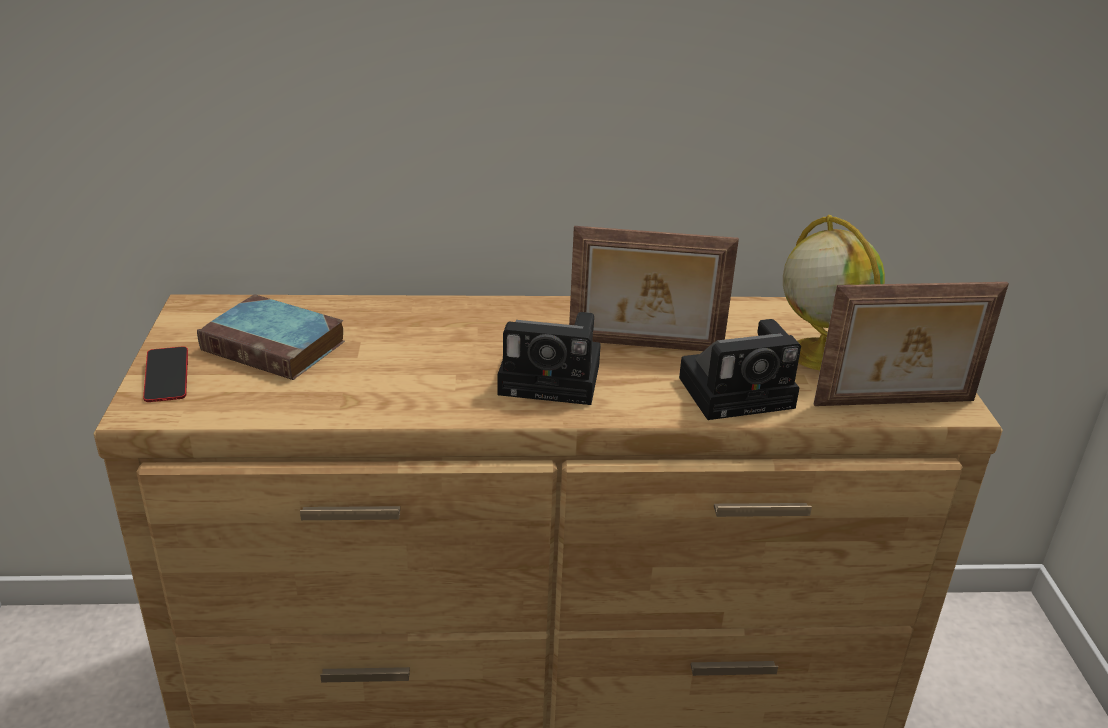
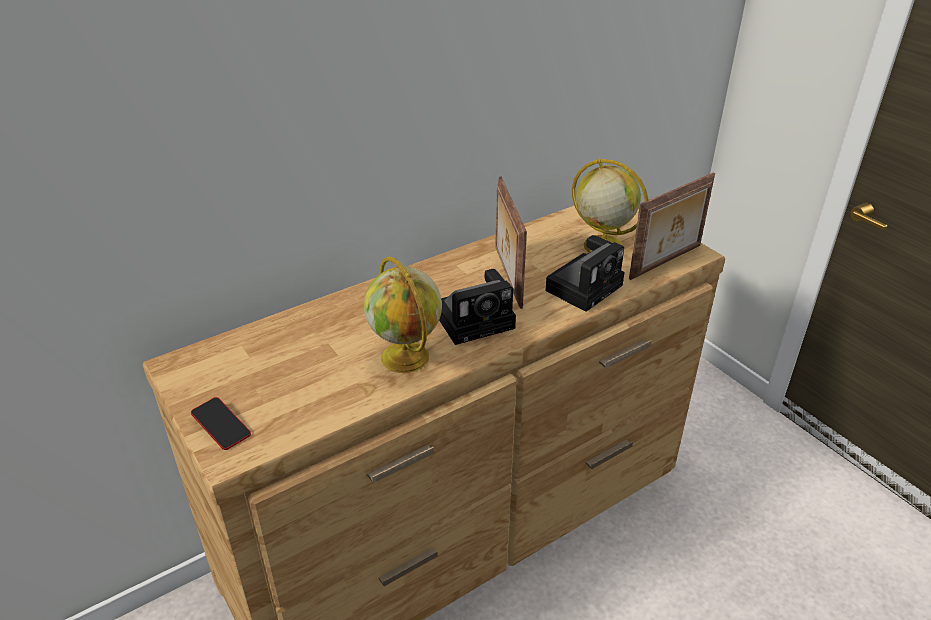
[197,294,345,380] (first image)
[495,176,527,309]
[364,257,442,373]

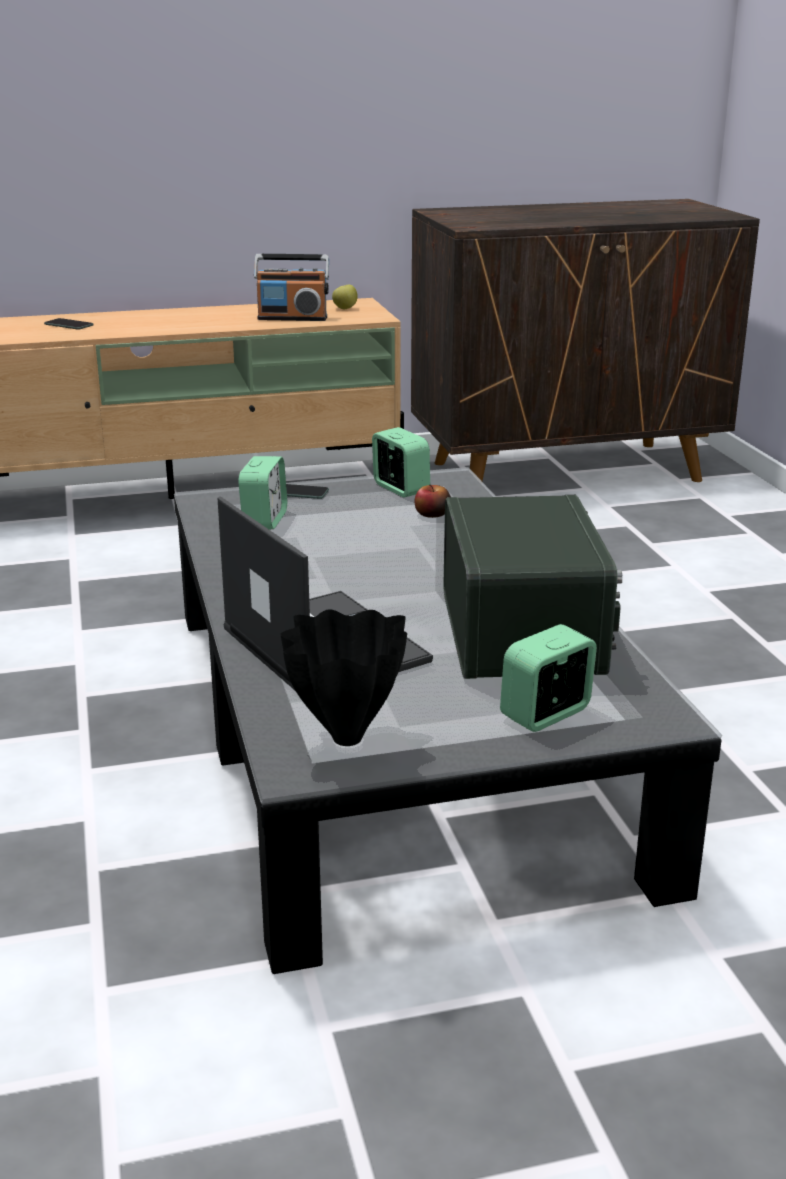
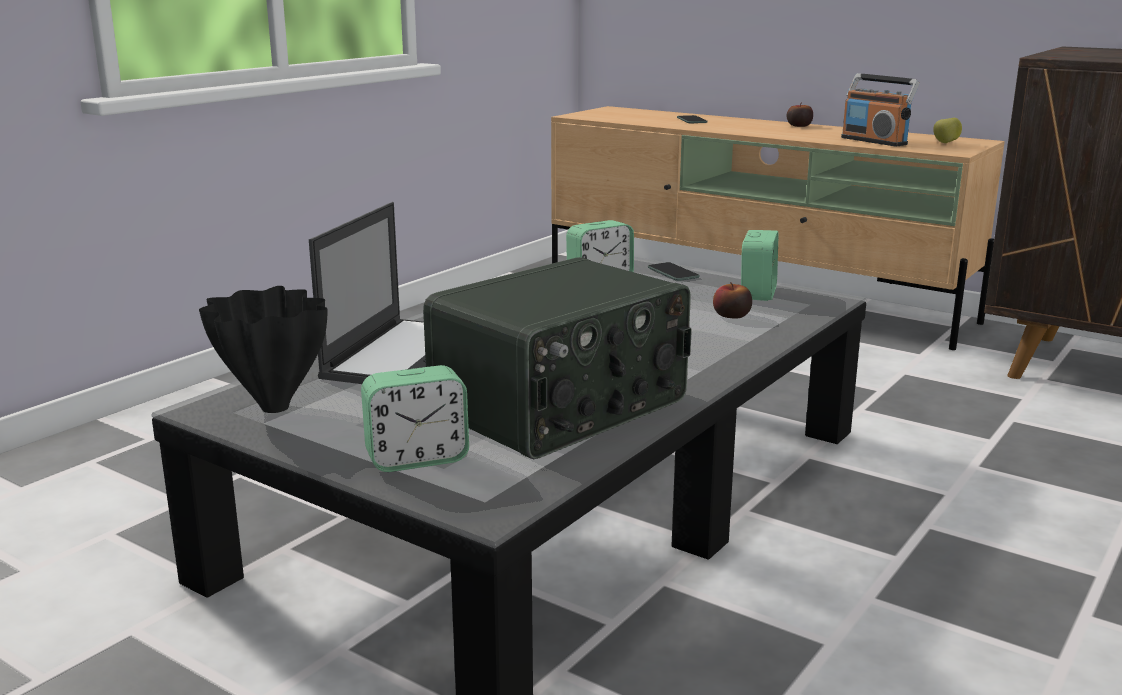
[361,365,469,472]
[786,102,813,127]

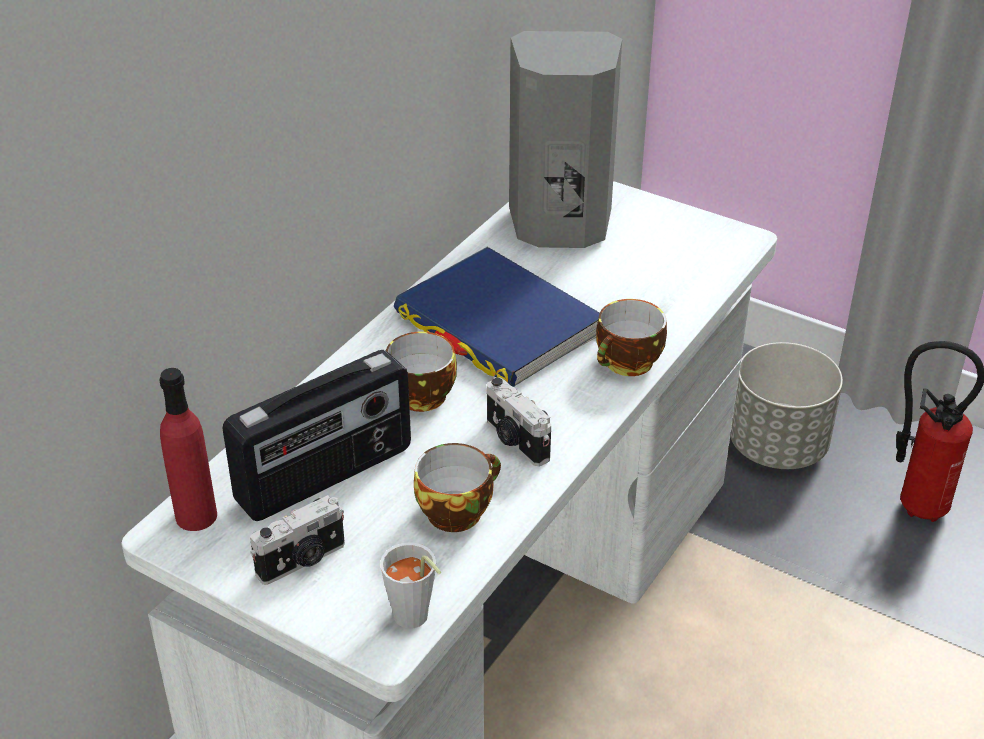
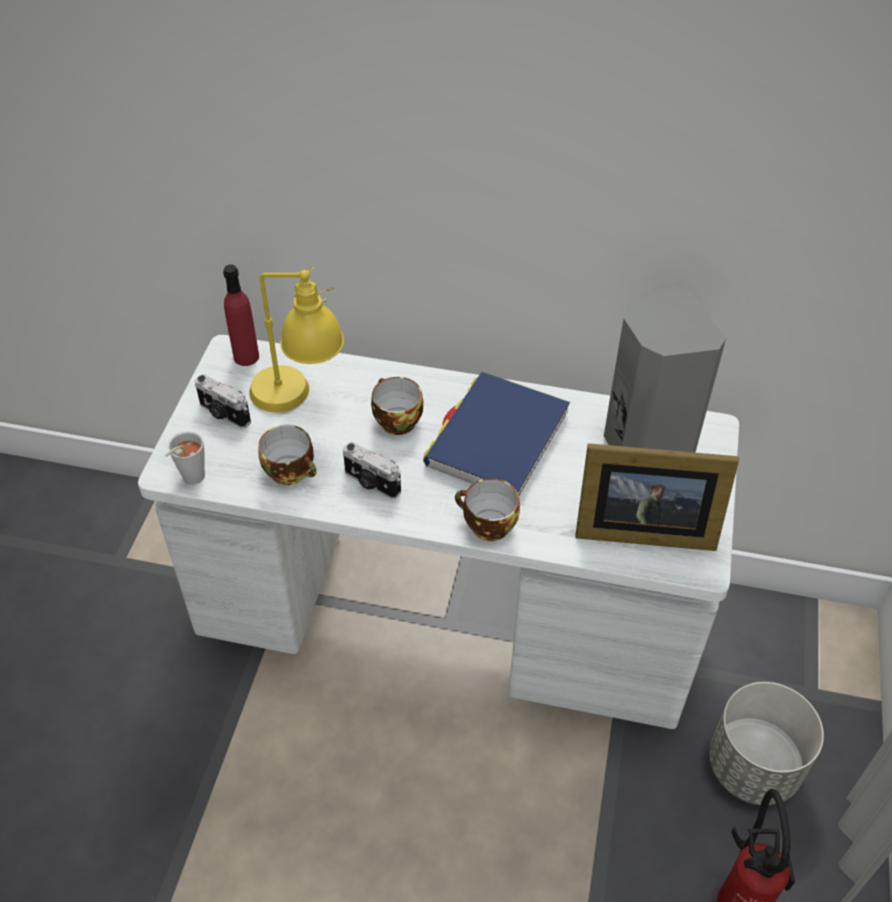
[249,267,344,412]
[343,442,401,499]
[575,443,739,551]

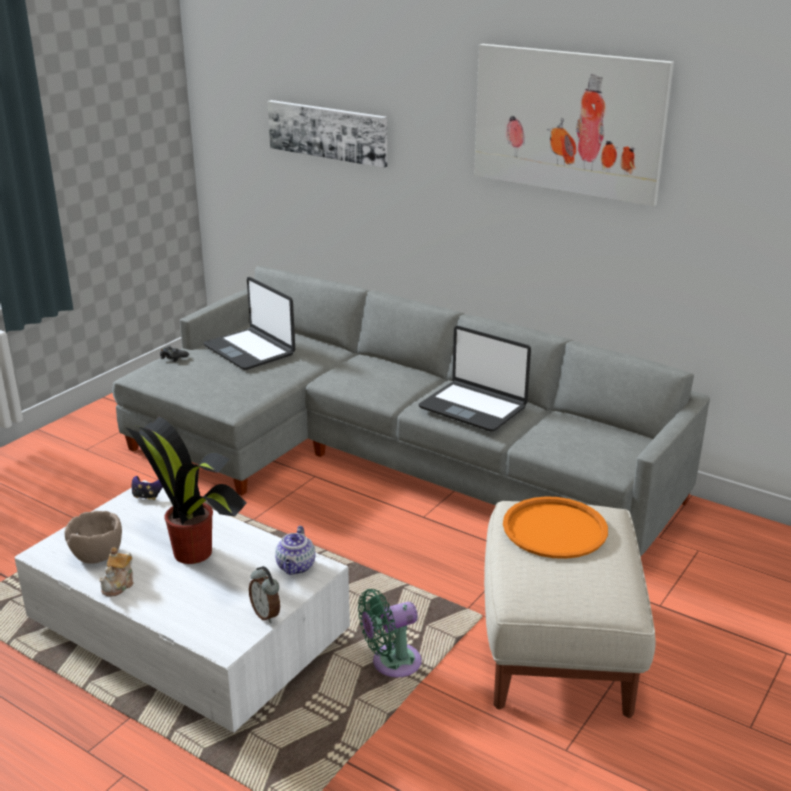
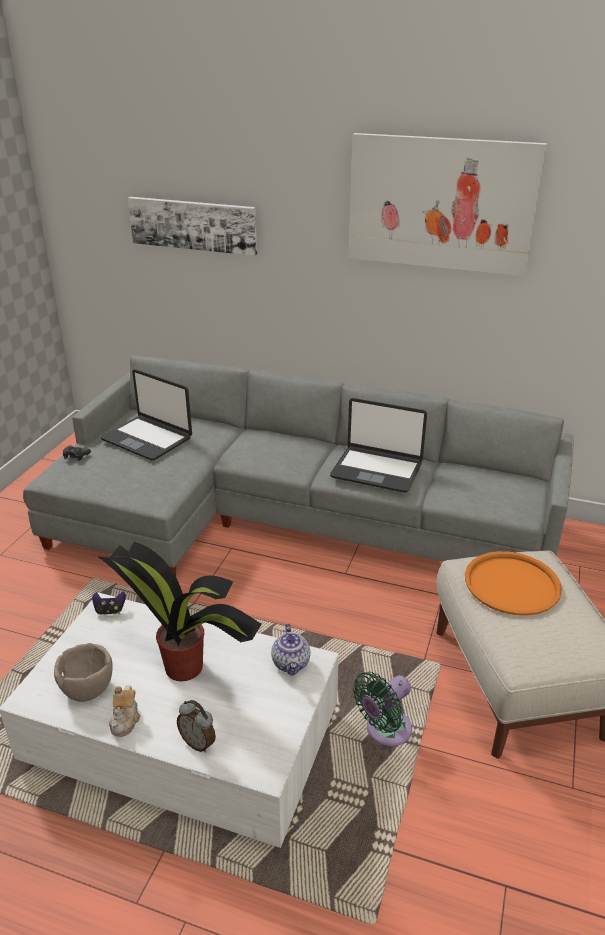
[177,700,216,752]

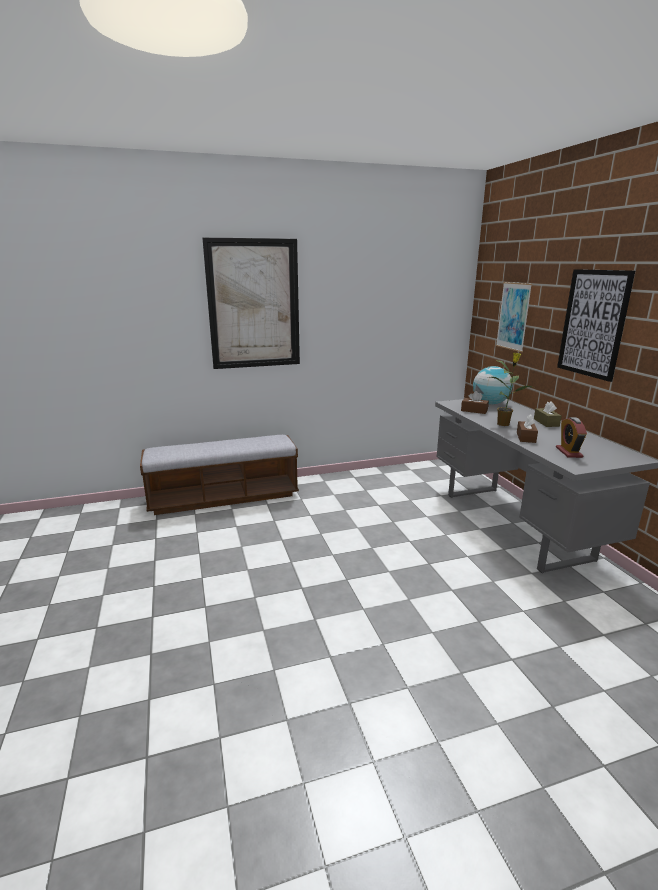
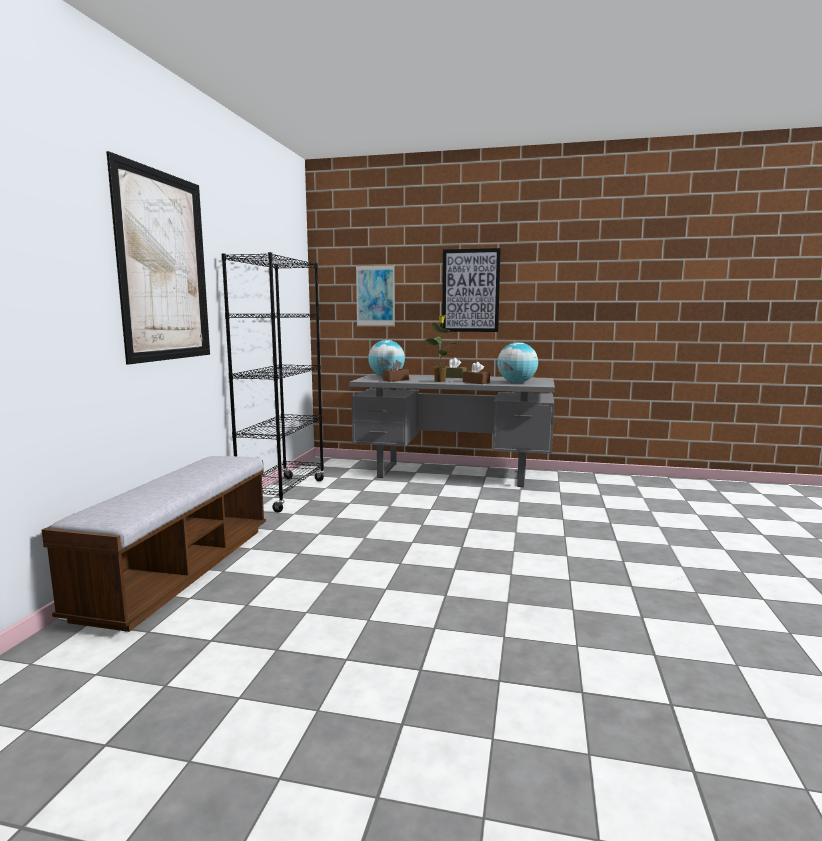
[497,342,538,383]
[221,252,325,513]

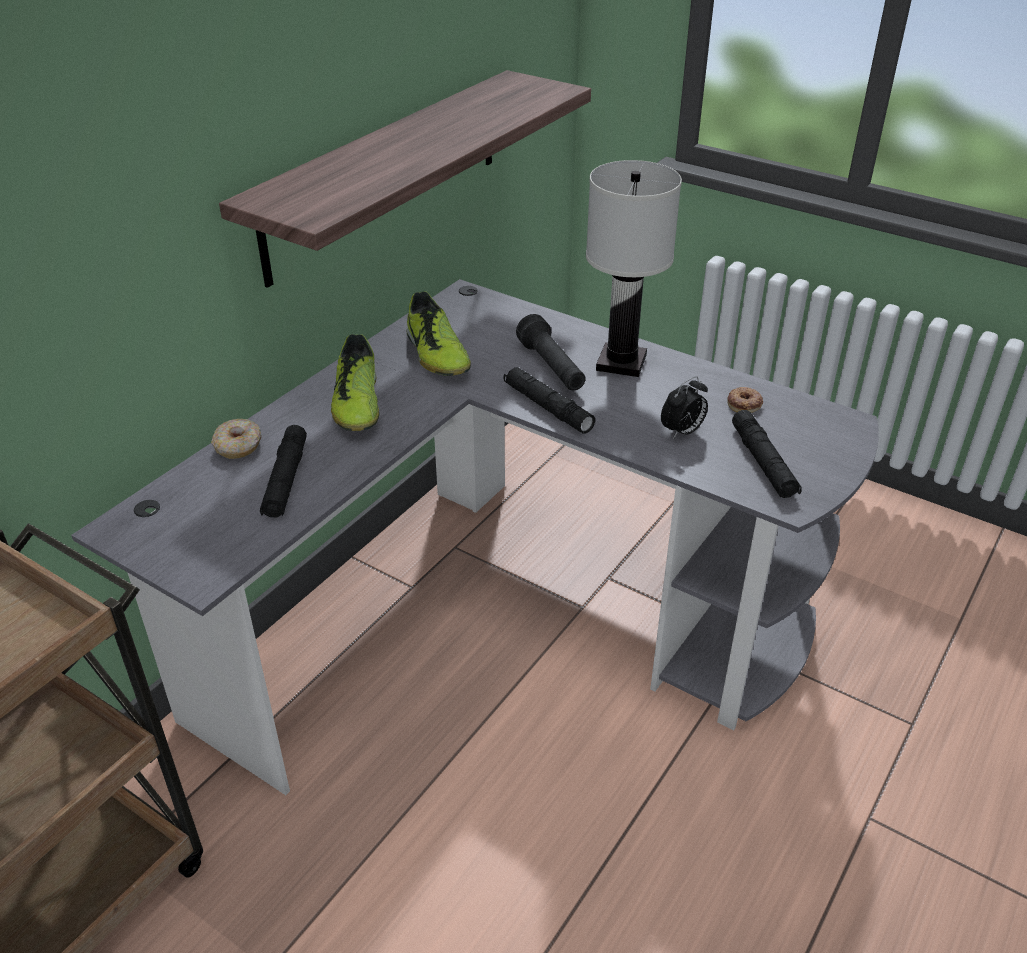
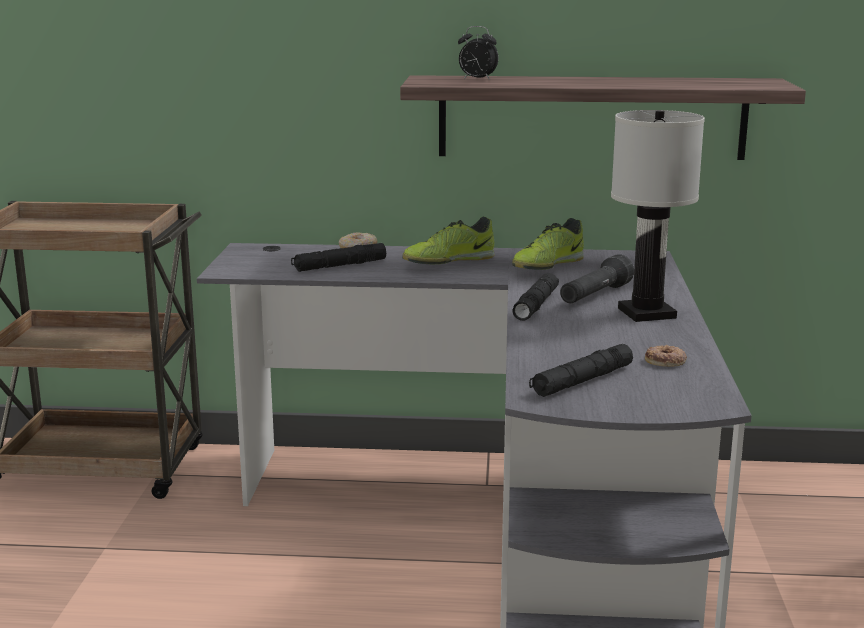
[458,26,498,80]

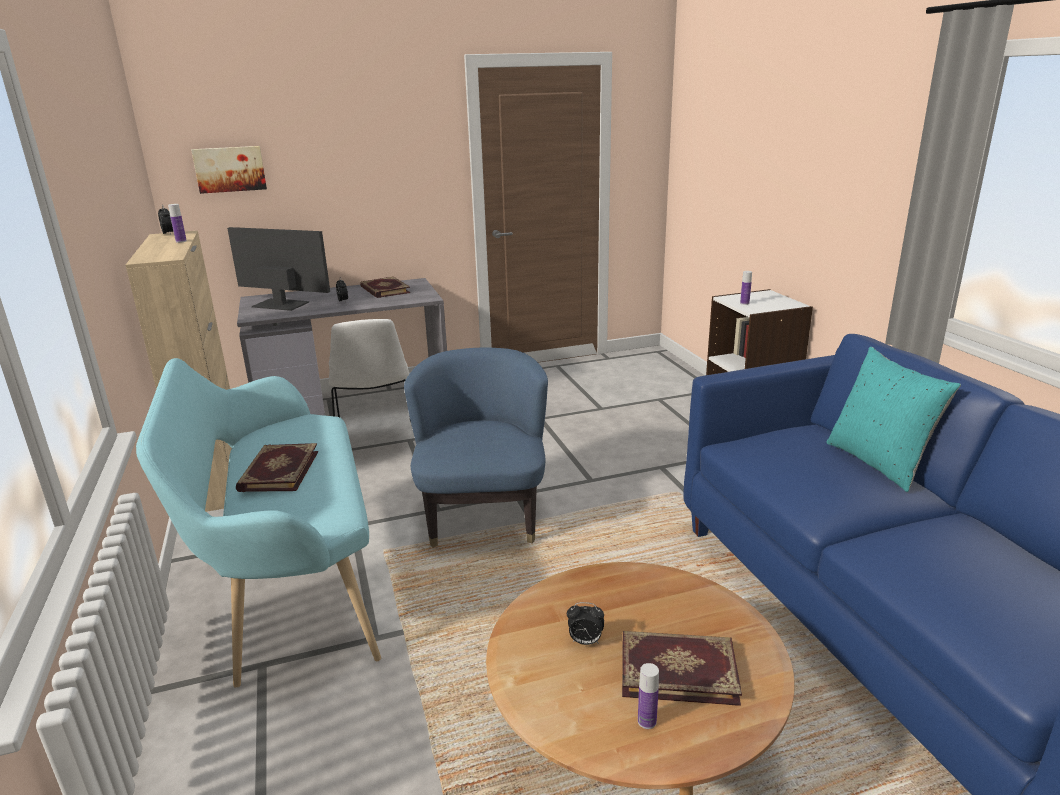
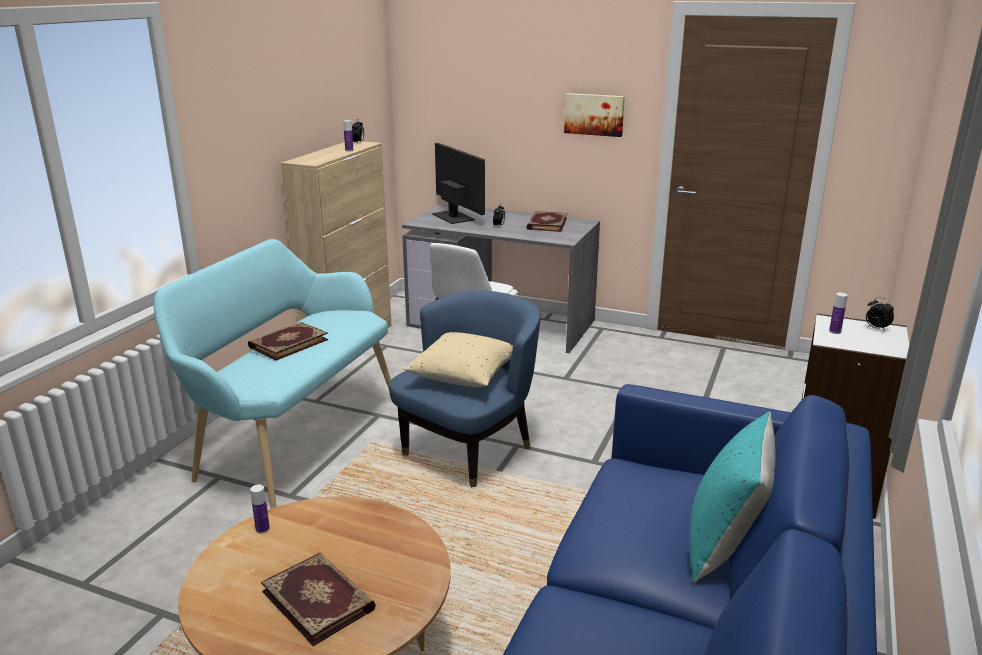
[564,93,625,137]
[866,297,894,332]
[250,484,270,534]
[404,332,513,387]

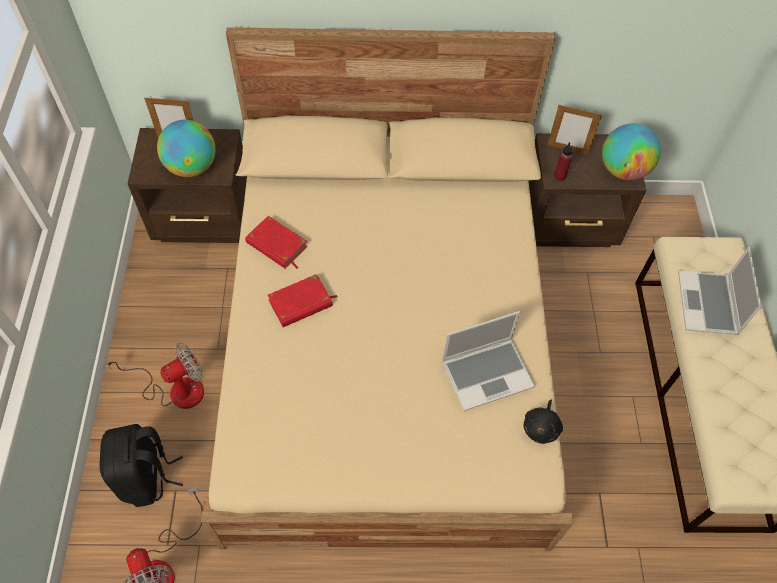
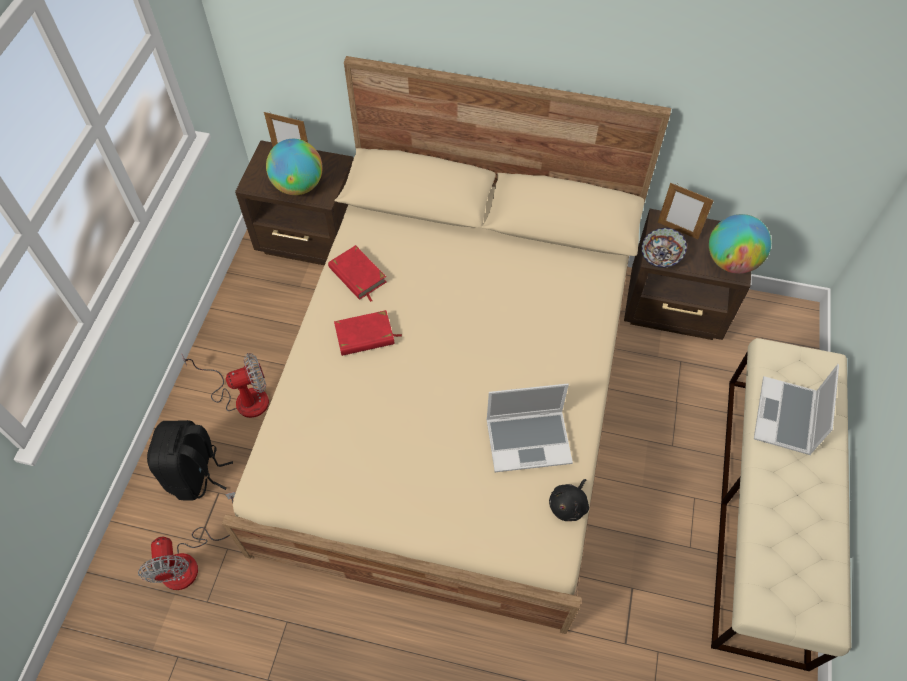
[641,228,687,268]

